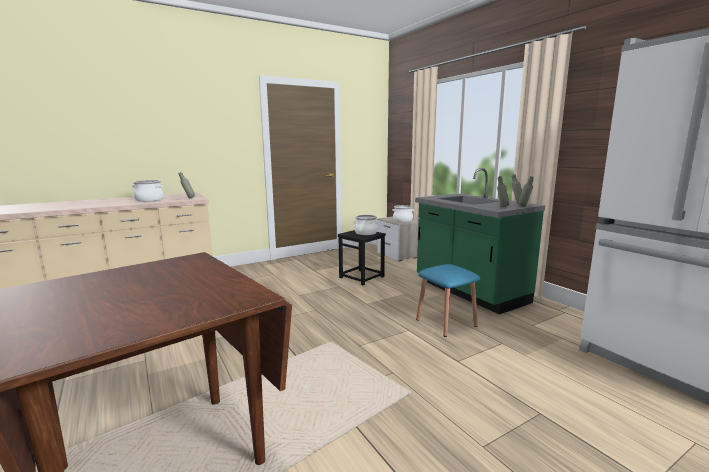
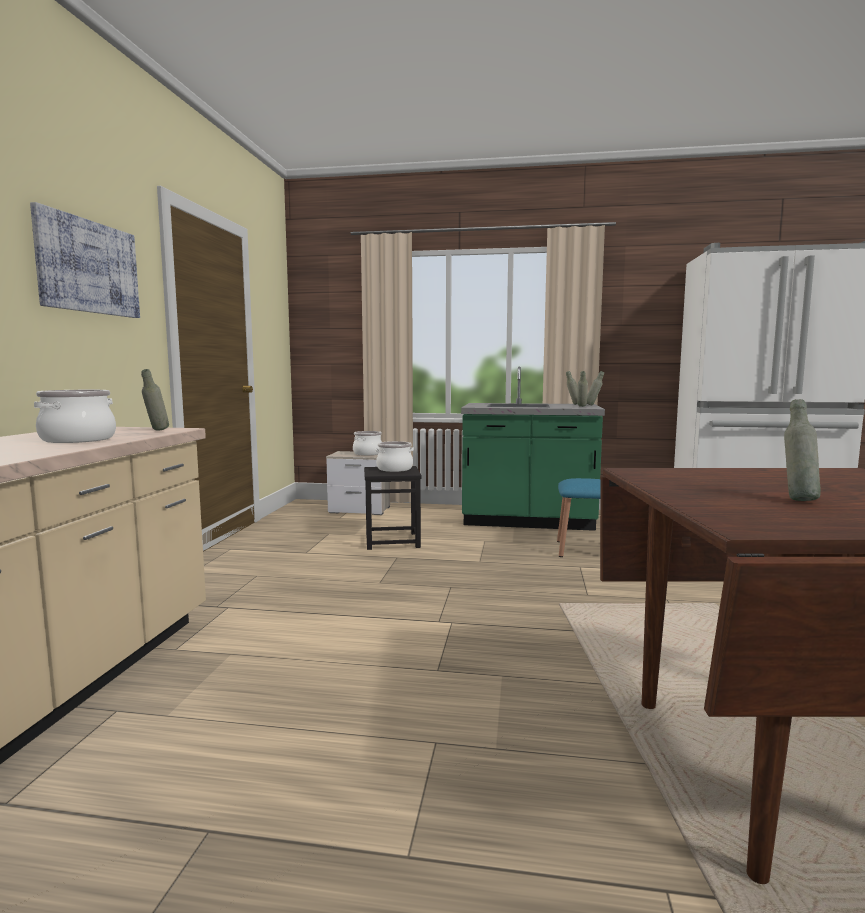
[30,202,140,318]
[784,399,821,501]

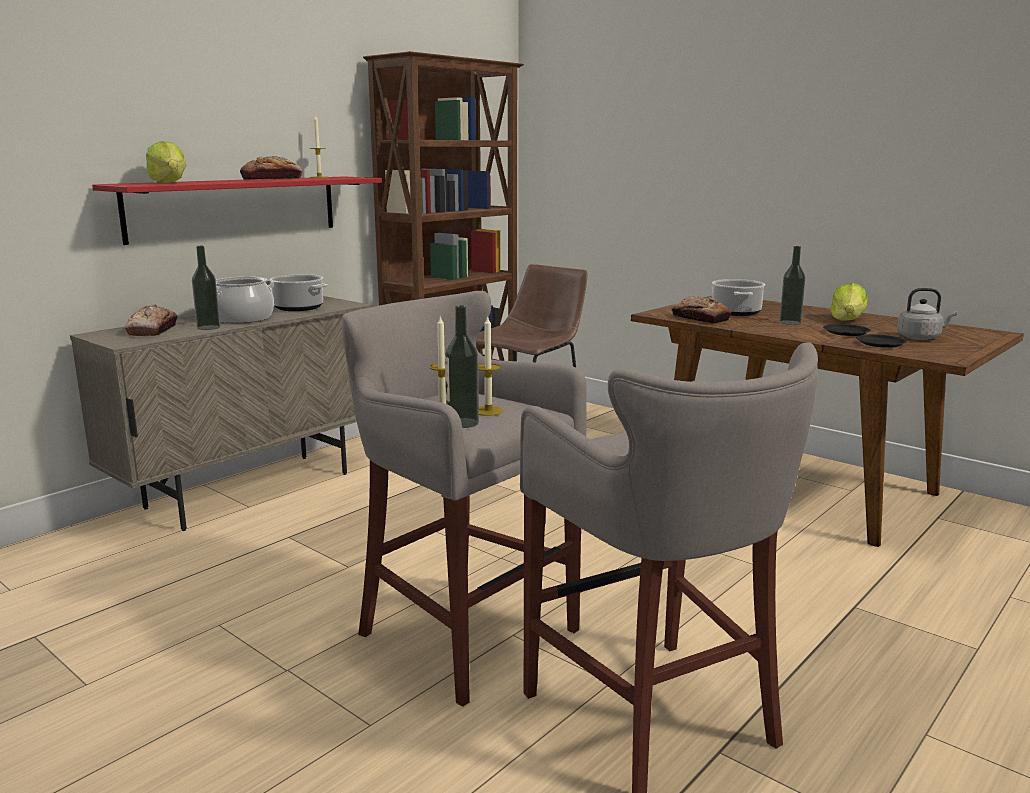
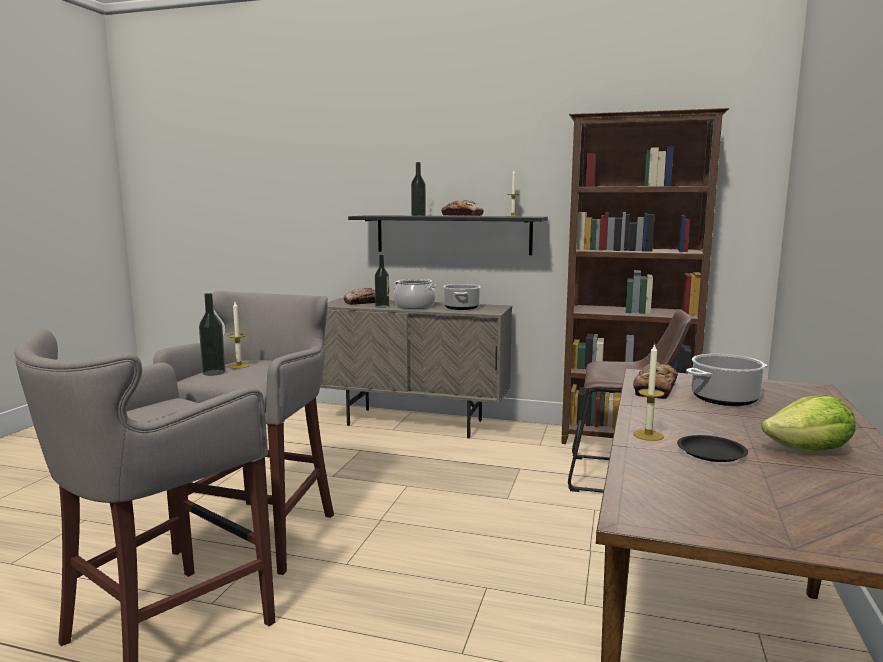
[348,215,548,255]
[146,141,186,183] (first image)
[633,343,664,441]
[411,162,426,216]
[856,334,907,348] (first image)
[897,288,957,340] (first image)

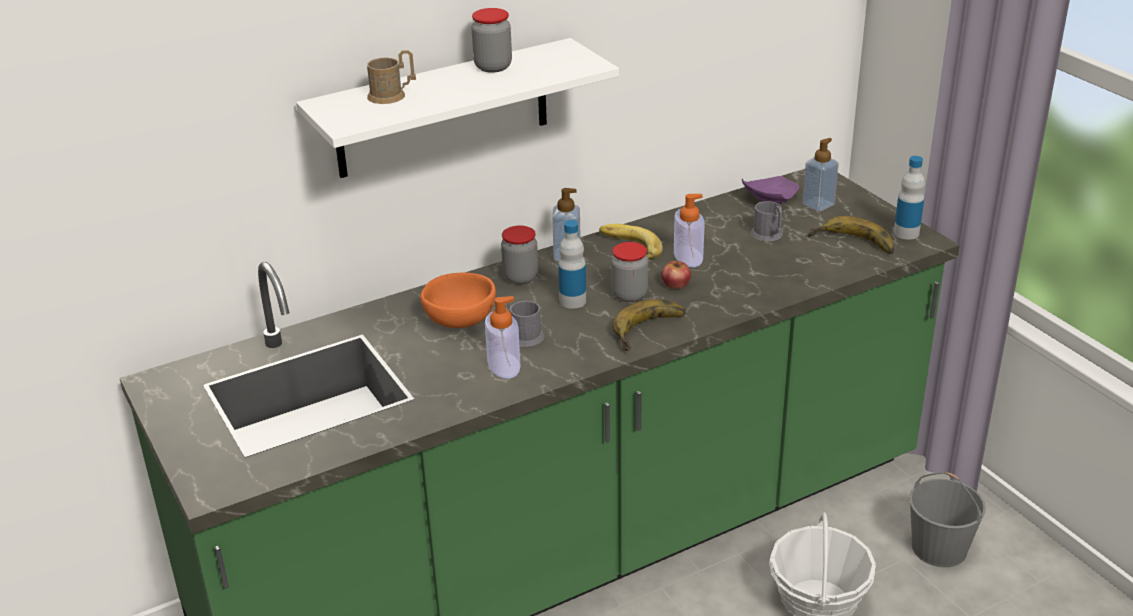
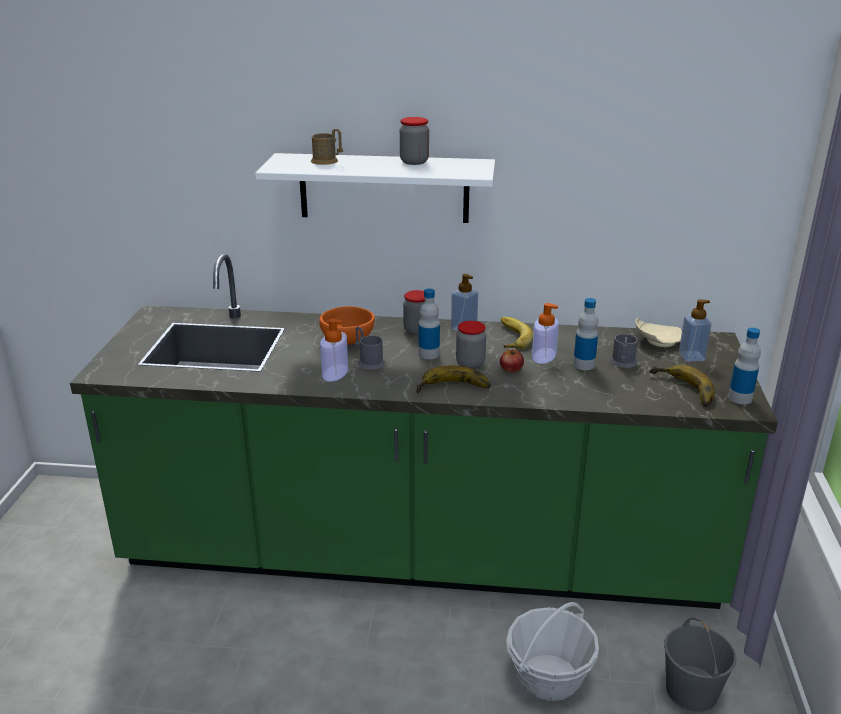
[635,318,682,347]
[573,298,598,370]

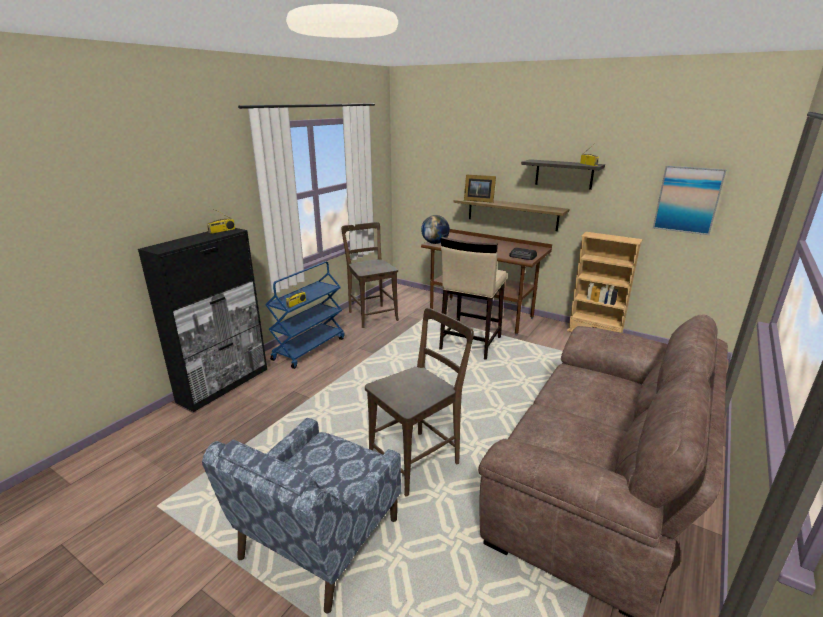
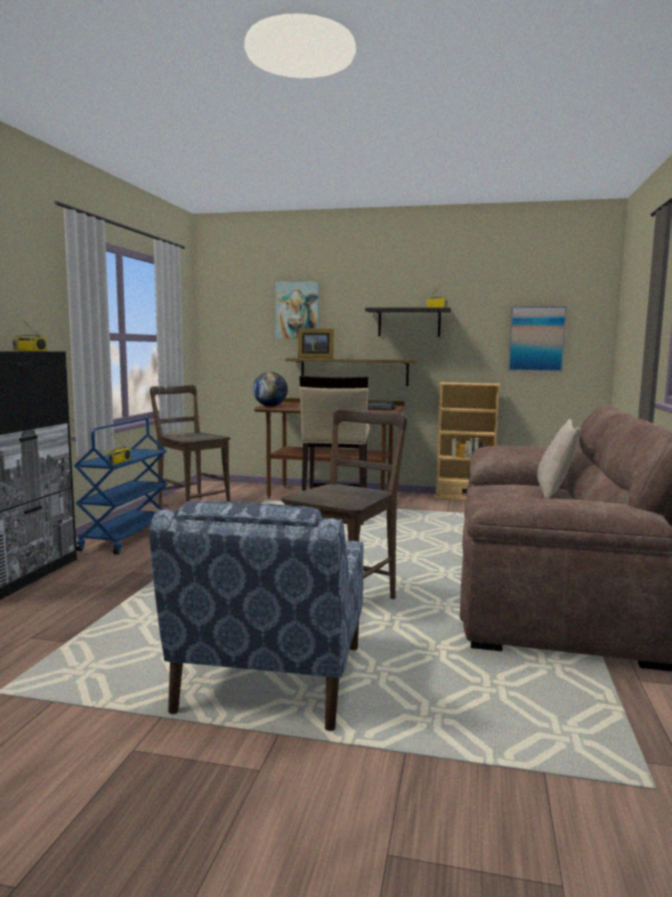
[275,281,319,338]
[537,419,581,499]

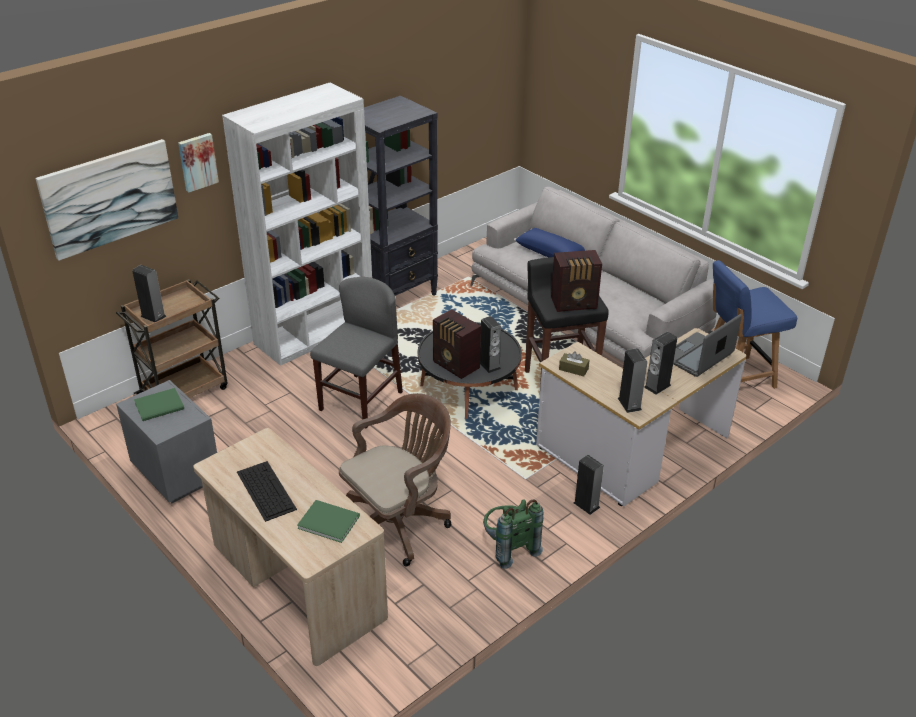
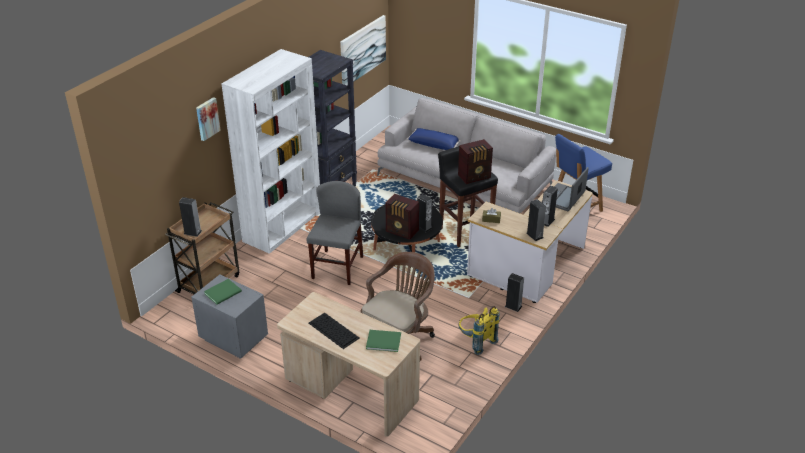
[340,15,386,86]
[459,306,500,355]

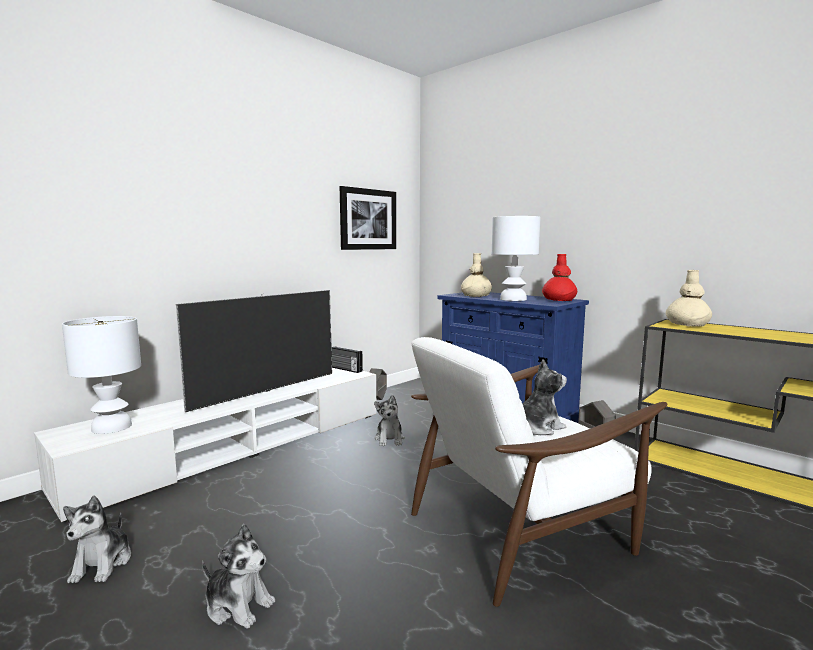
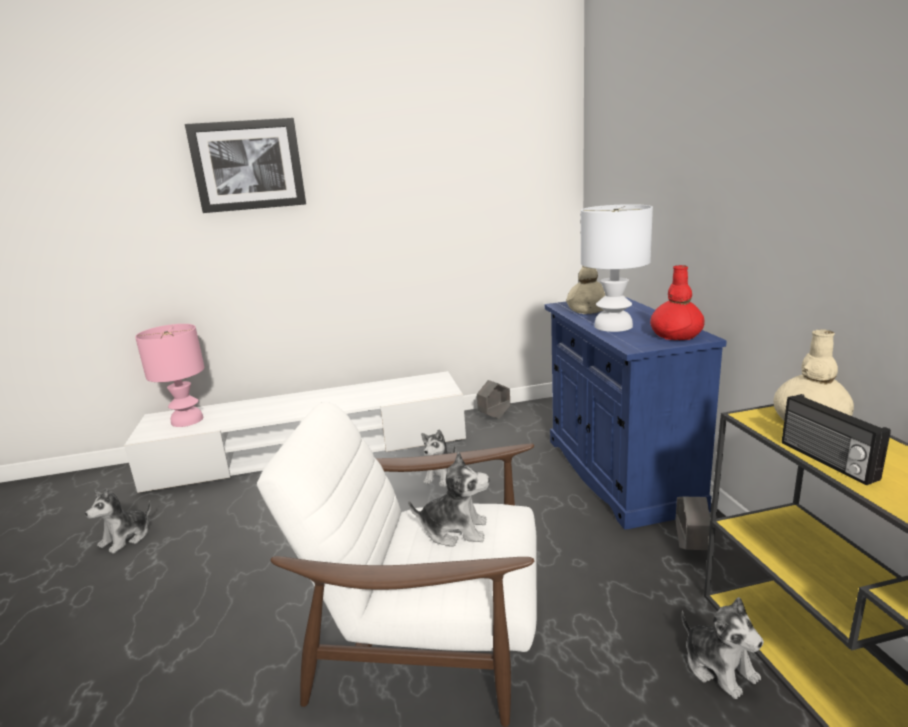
[135,324,204,427]
[176,290,332,412] (first image)
[681,597,764,699]
[782,394,891,485]
[185,118,306,213]

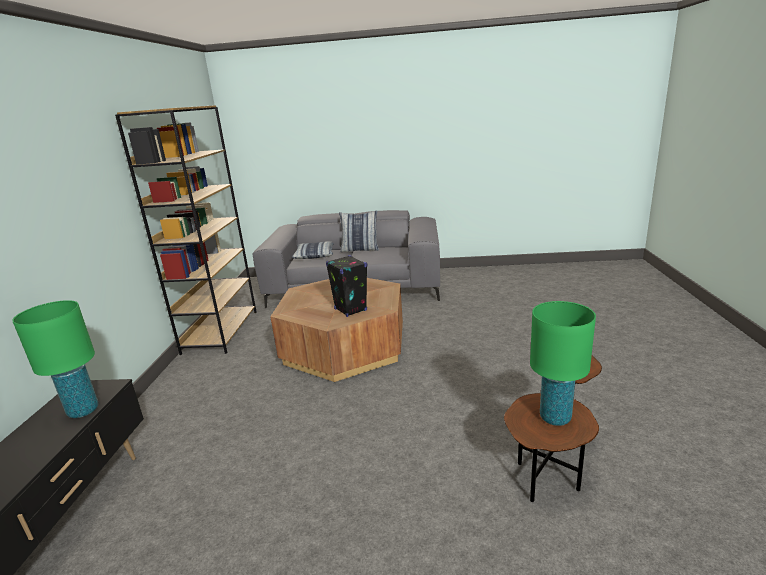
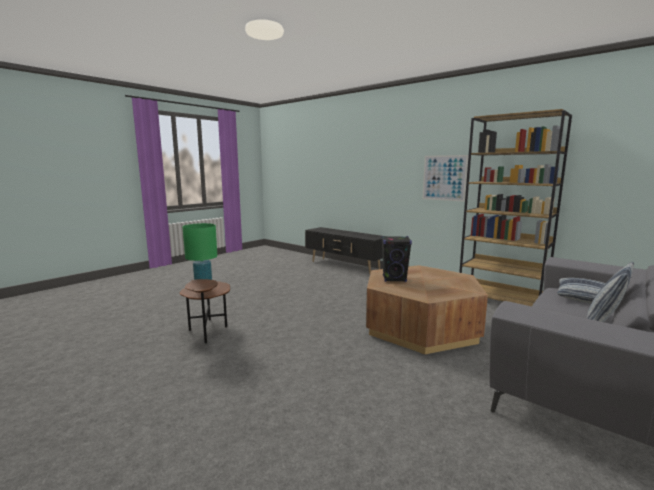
[12,300,98,418] (first image)
[422,155,468,202]

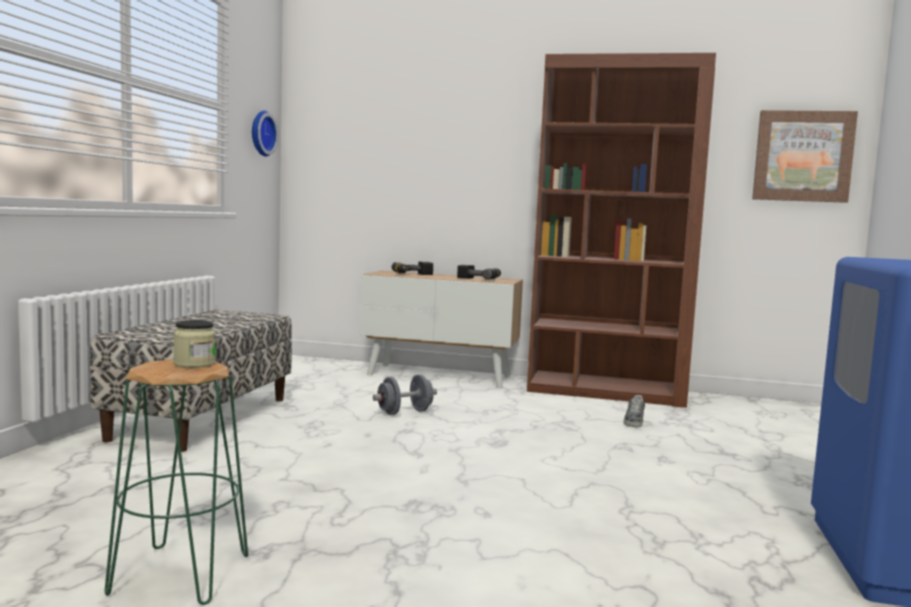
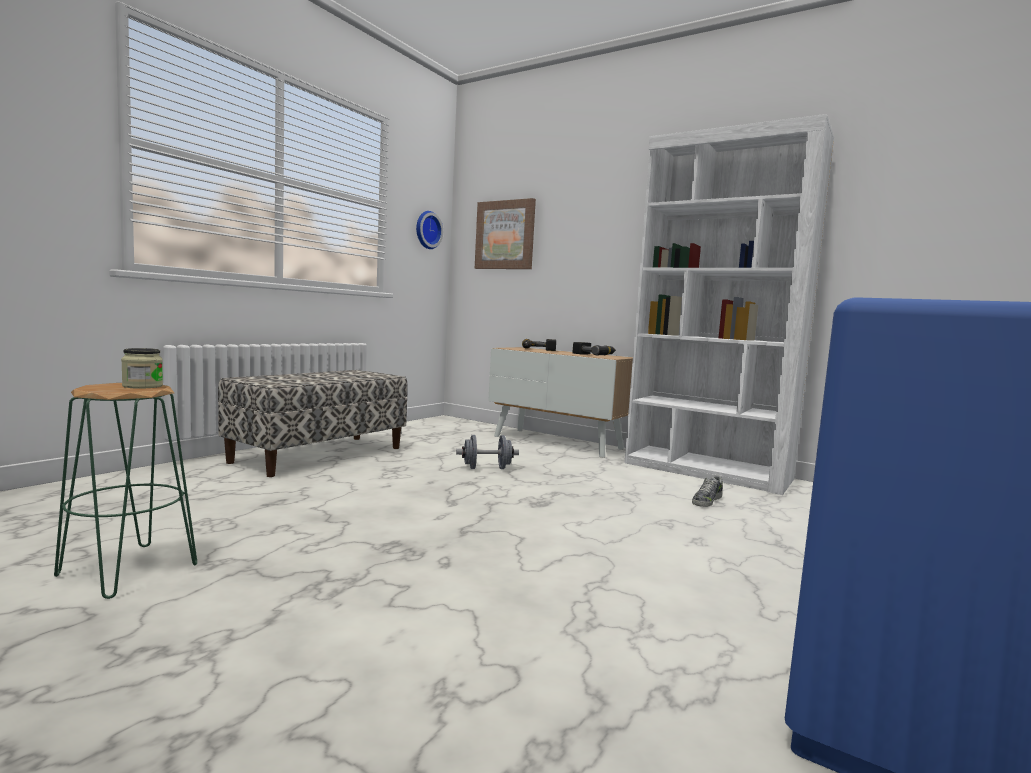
[624,114,834,495]
[475,198,536,269]

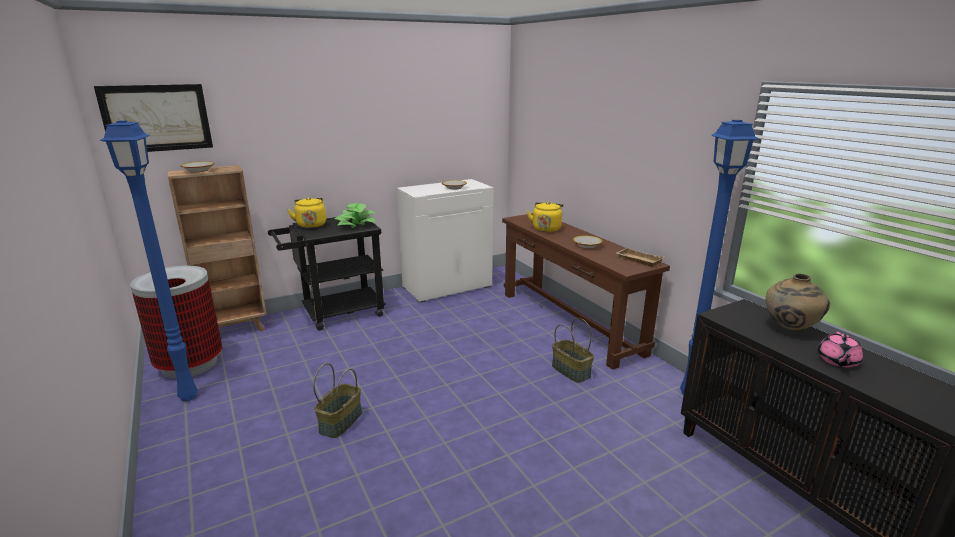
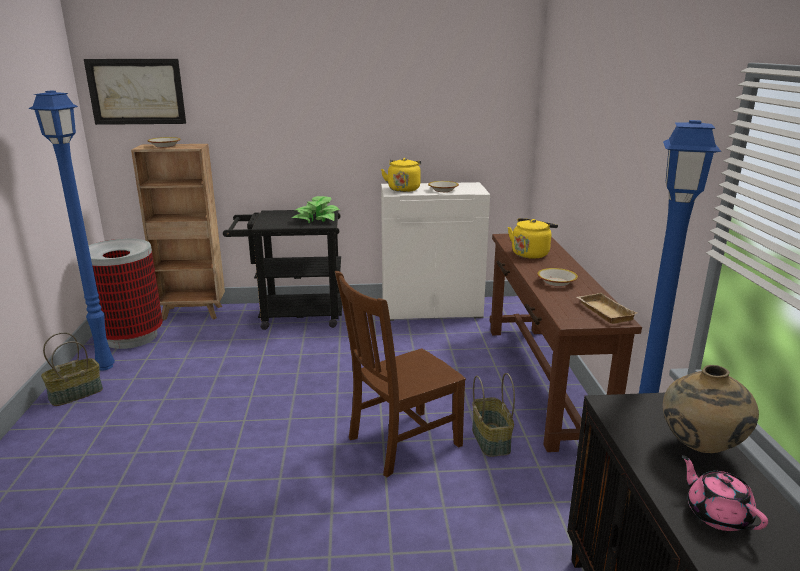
[381,158,421,192]
[41,332,103,406]
[682,455,768,531]
[335,271,466,477]

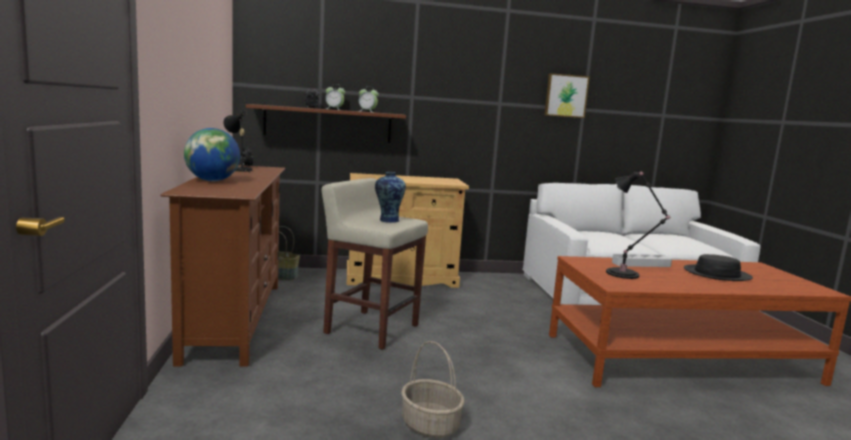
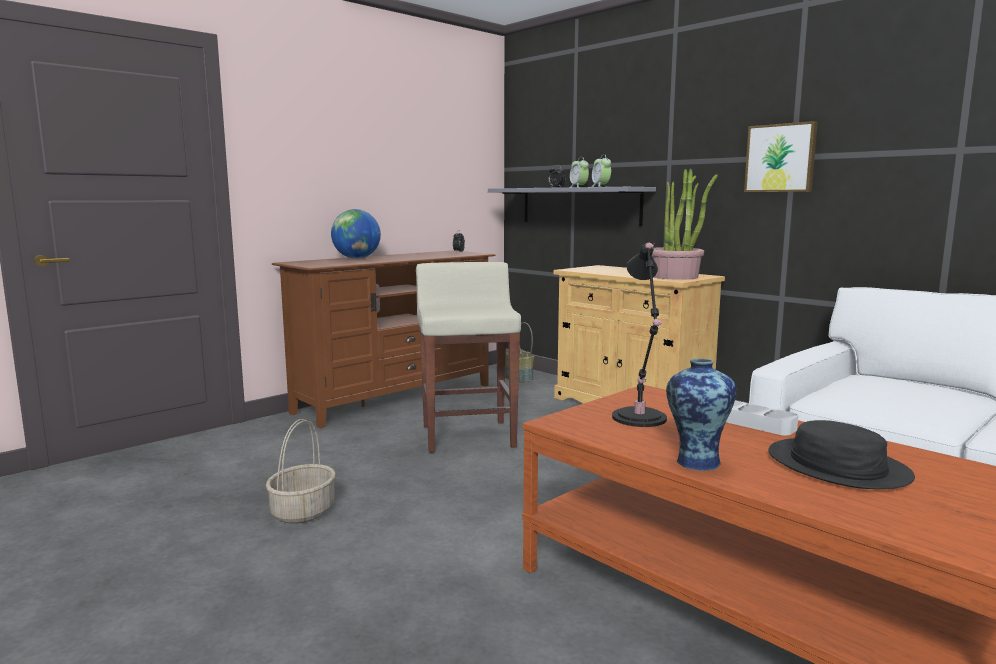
[224,110,252,173] (first image)
[488,187,656,226]
[666,358,737,471]
[744,121,818,192]
[652,169,718,280]

